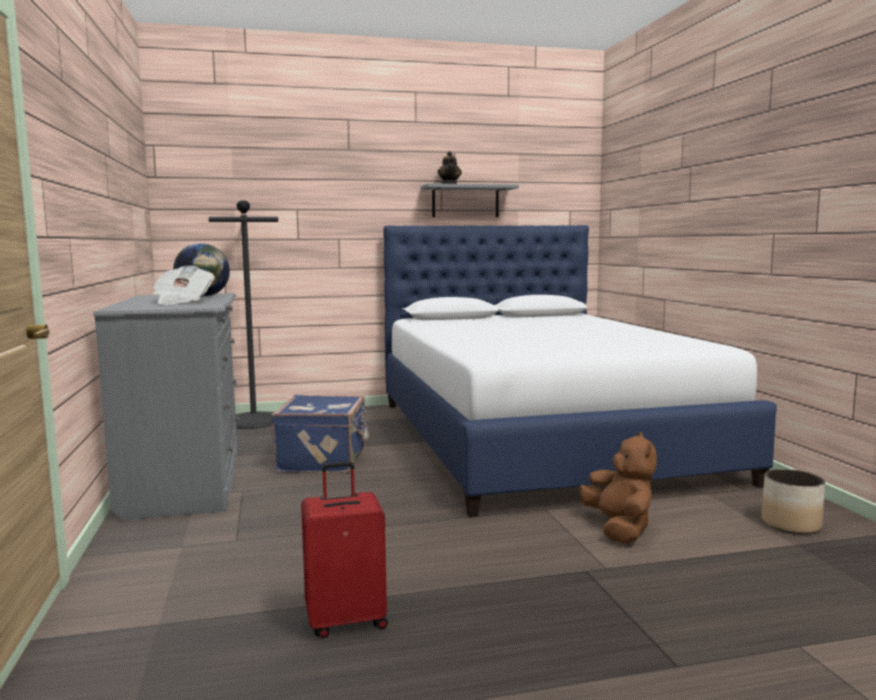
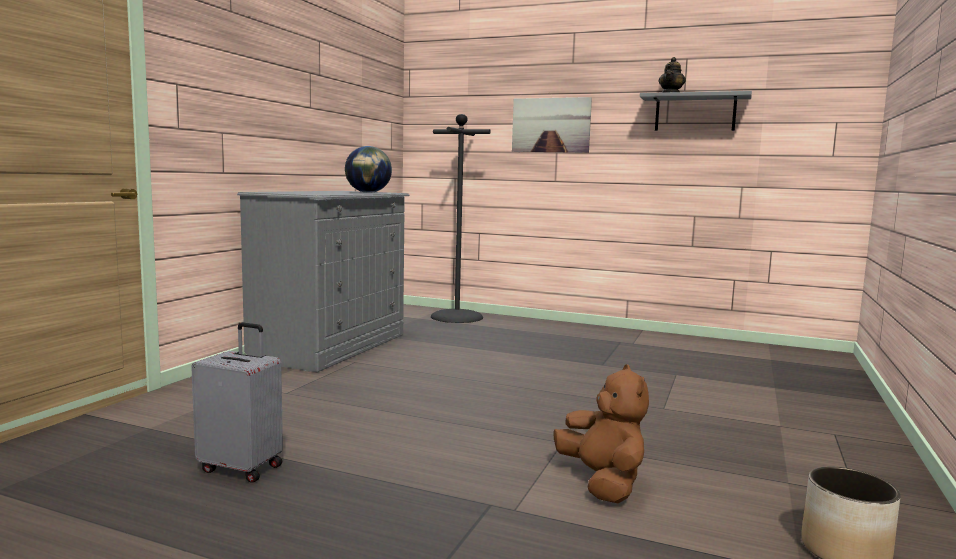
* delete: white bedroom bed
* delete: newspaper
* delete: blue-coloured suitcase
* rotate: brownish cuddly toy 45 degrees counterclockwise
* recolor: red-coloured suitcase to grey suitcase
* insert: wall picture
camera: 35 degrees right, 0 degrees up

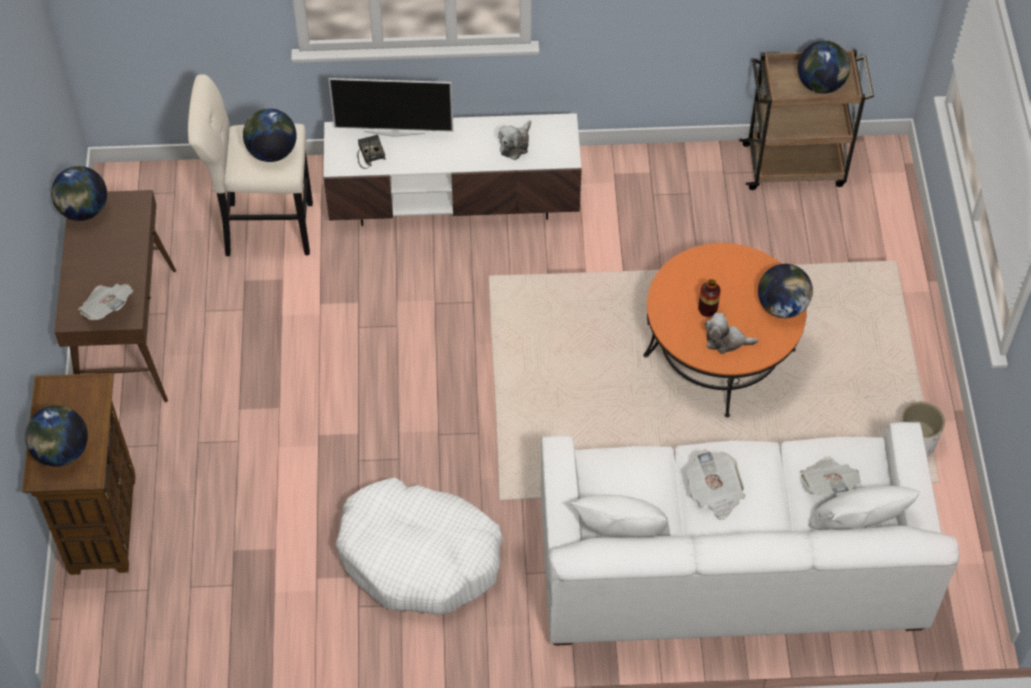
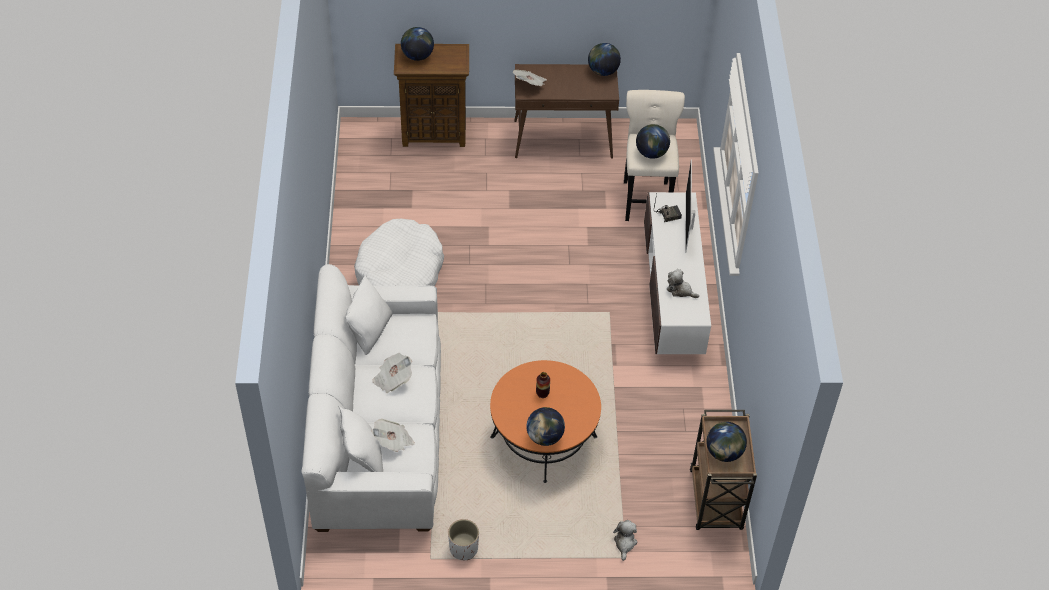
* move: cuddly toy (2nd from left in the first image) to cuddly toy (1st from left)
camera: 90 degrees right, 5 degrees down

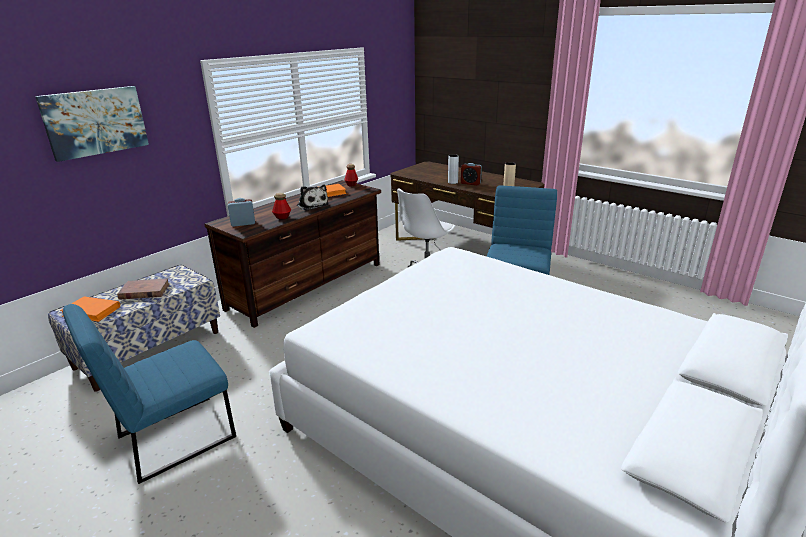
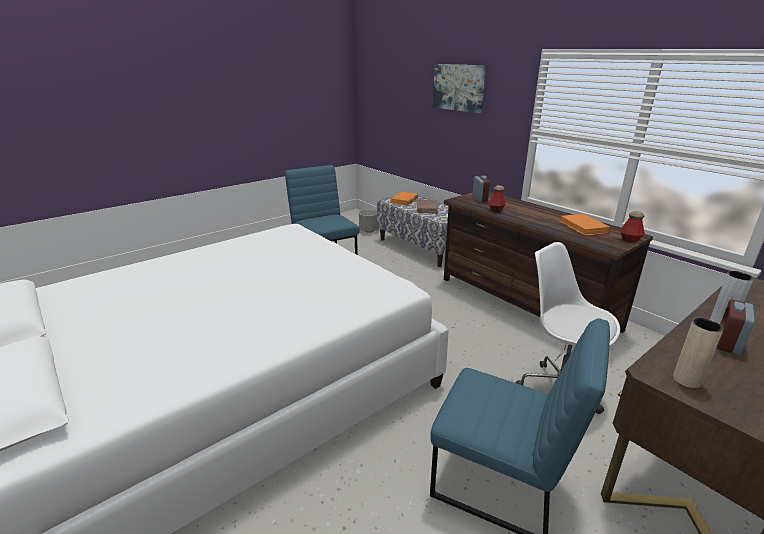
* delete: cuddly toy
* insert: grey plant pot
camera: 100 degrees right, 0 degrees up

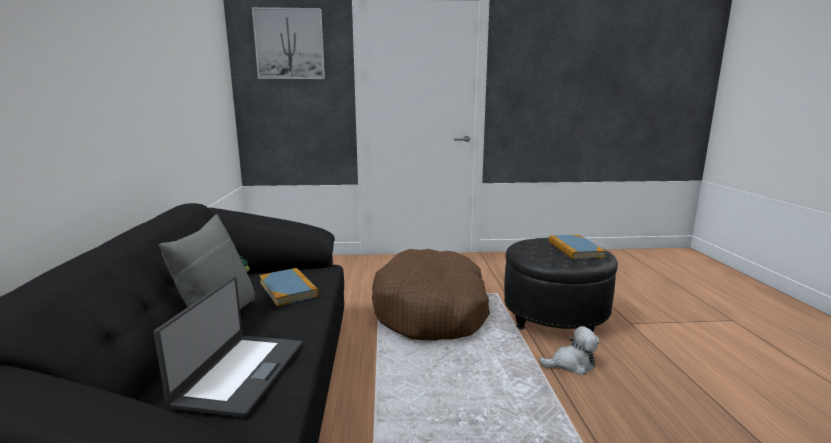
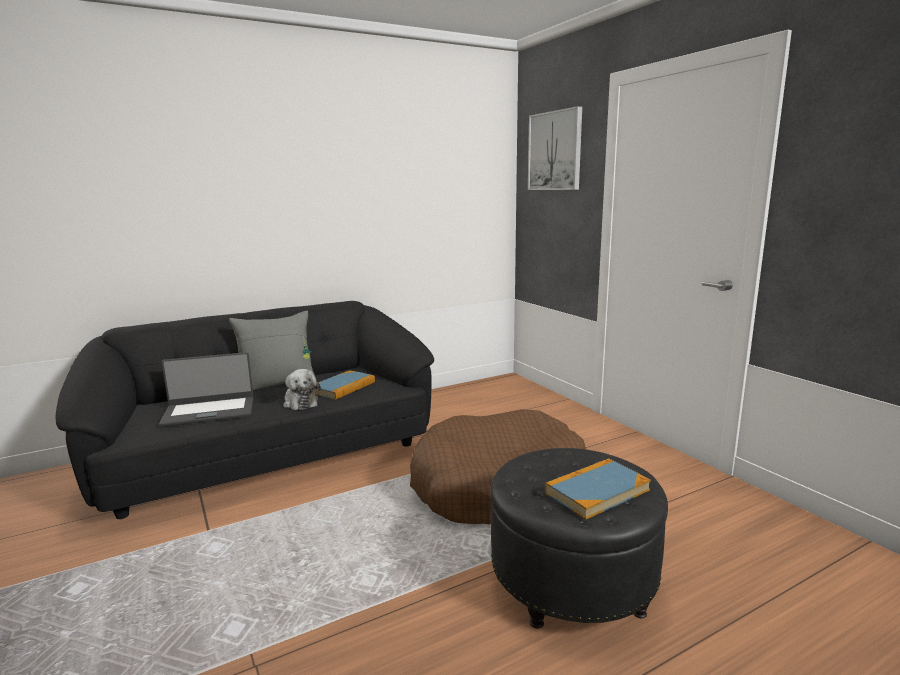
* move: cuddly toy
camera: 65 degrees right, 0 degrees up

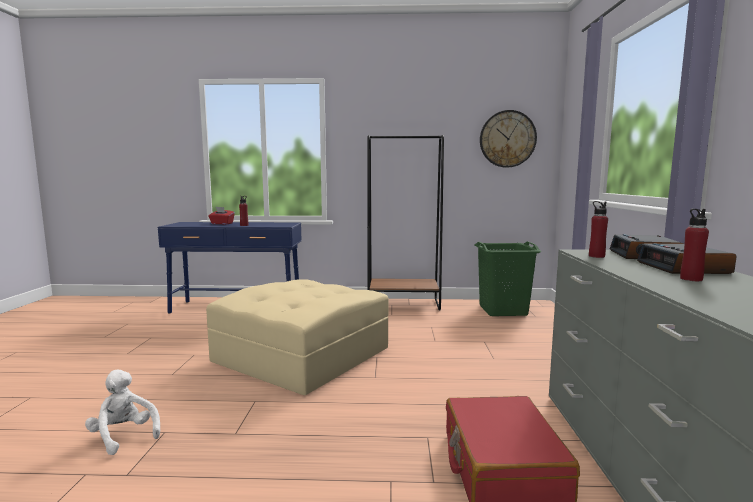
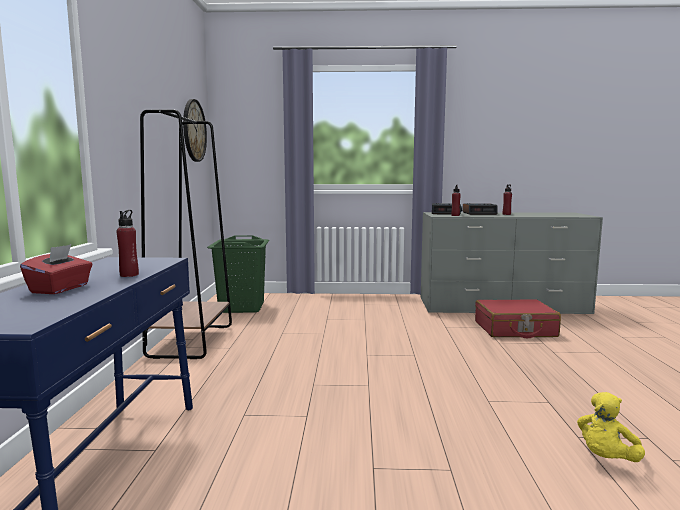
* delete: sand-coloured pouffe
* recolor: white cuddly toy to yellowish cuddly toy
camera: 90 degrees left, 0 degrees up

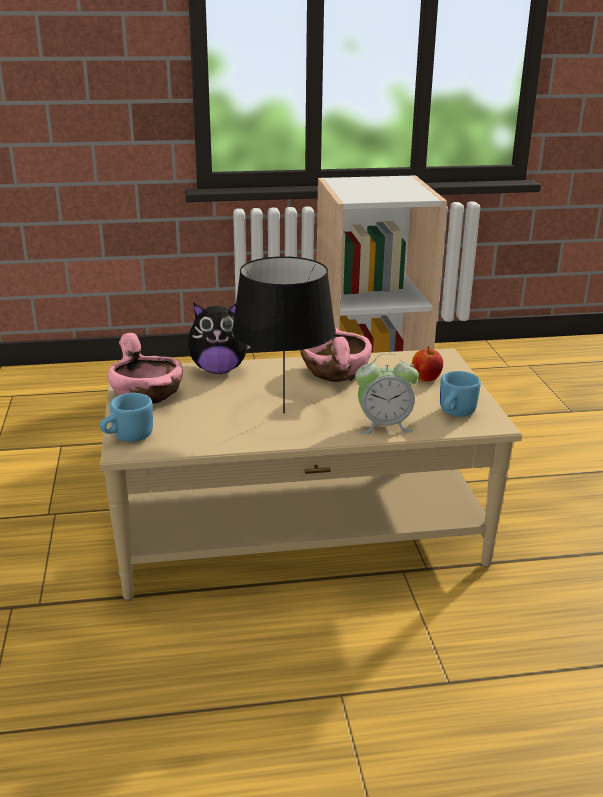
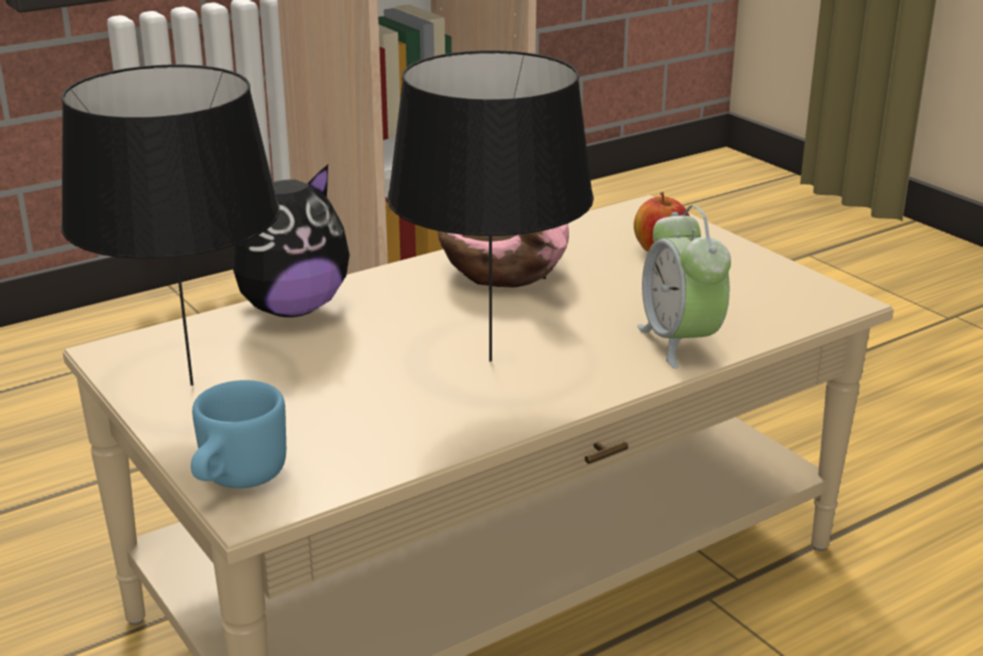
* replace: pink-coloured serving bowl (1st from left) to blackish lamp for a table (1st from left)
* rotate: bedside clock 105 degrees clockwise
* delete: blue-coloured coffee mug (2nd from left)
camera: 25 degrees left, 0 degrees up

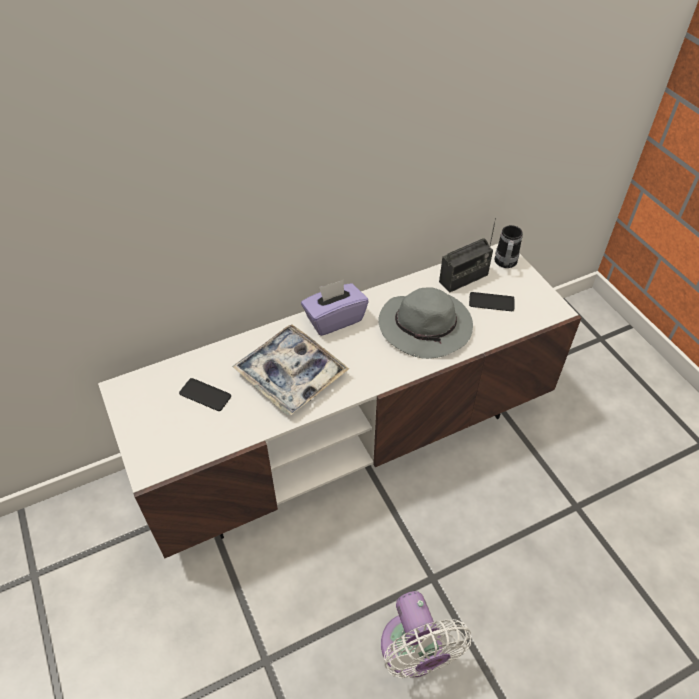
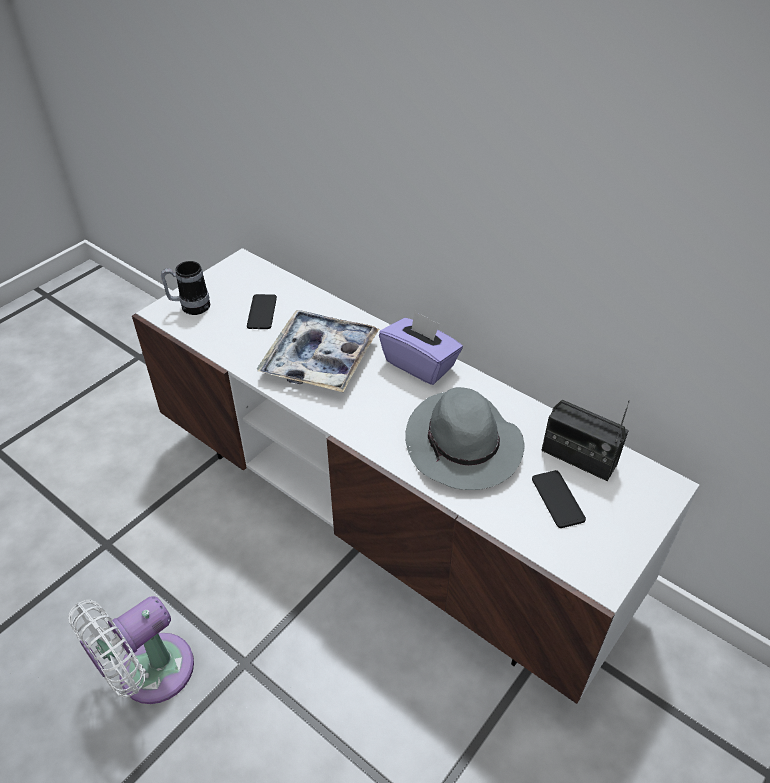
* move: coffee mug
camera: 65 degrees right, 5 degrees down

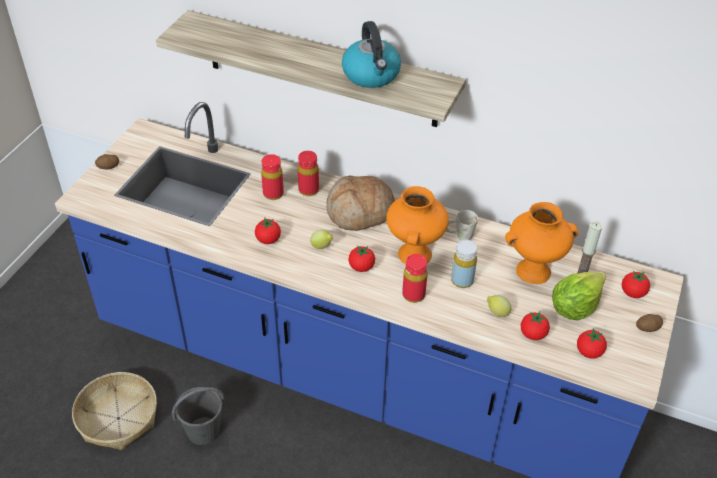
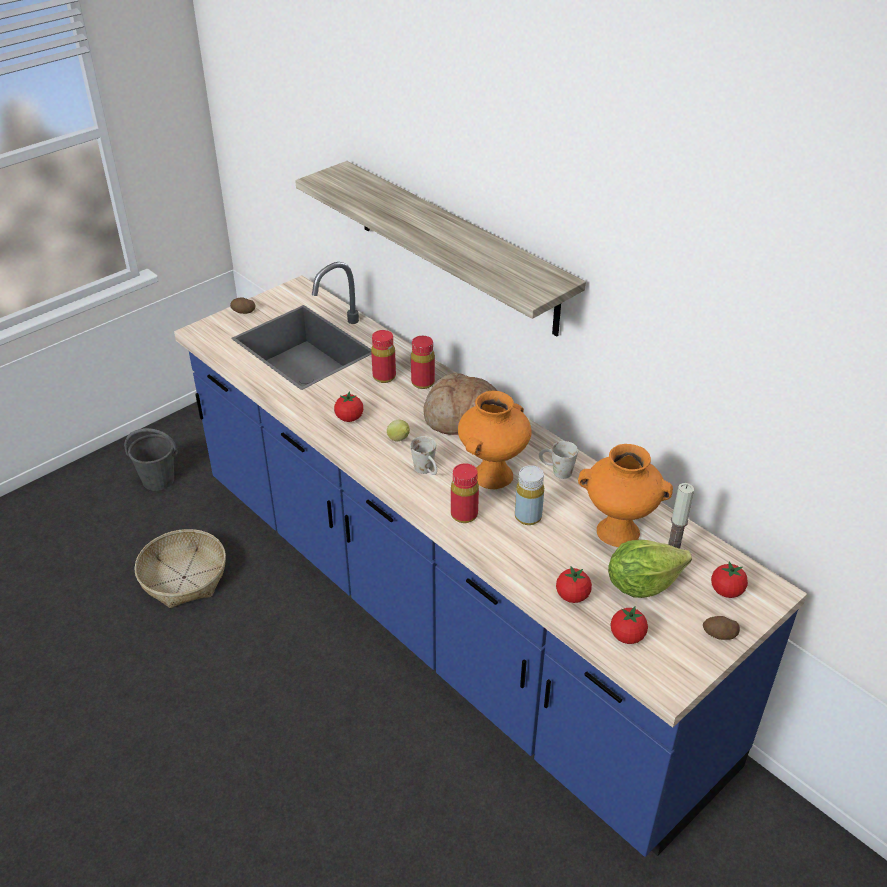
* delete: tea kettle
* replace: fresh tomato (2nd from left) to white coffee mug (1st from left)
* delete: citrus fruit (2nd from left)
* move: grey pail
camera: 25 degrees right, 5 degrees down

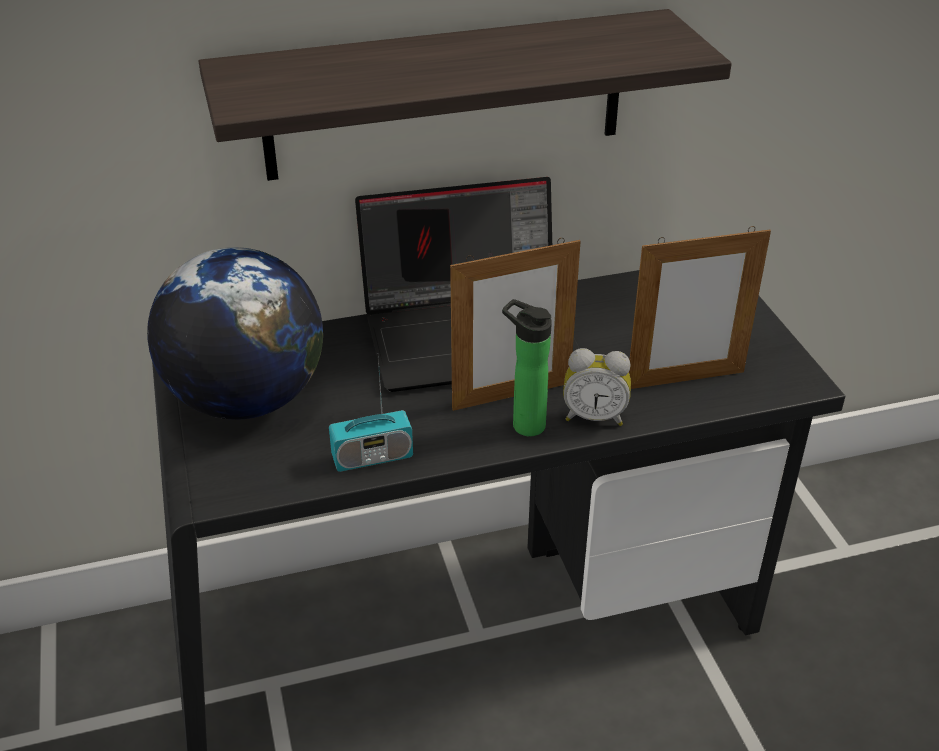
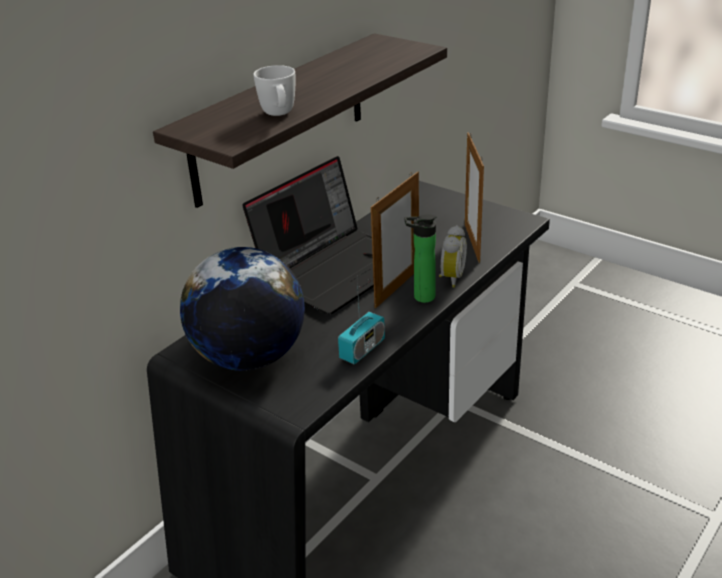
* rotate: standing frame (2nd from left) 135 degrees clockwise
* rotate: bedside clock 45 degrees counterclockwise
* insert: white coffee mug
camera: 35 degrees left, 5 degrees down

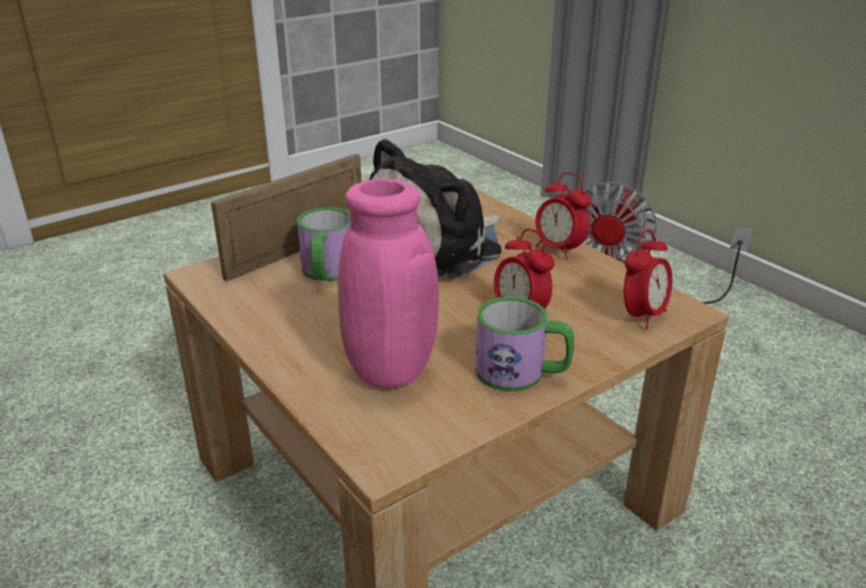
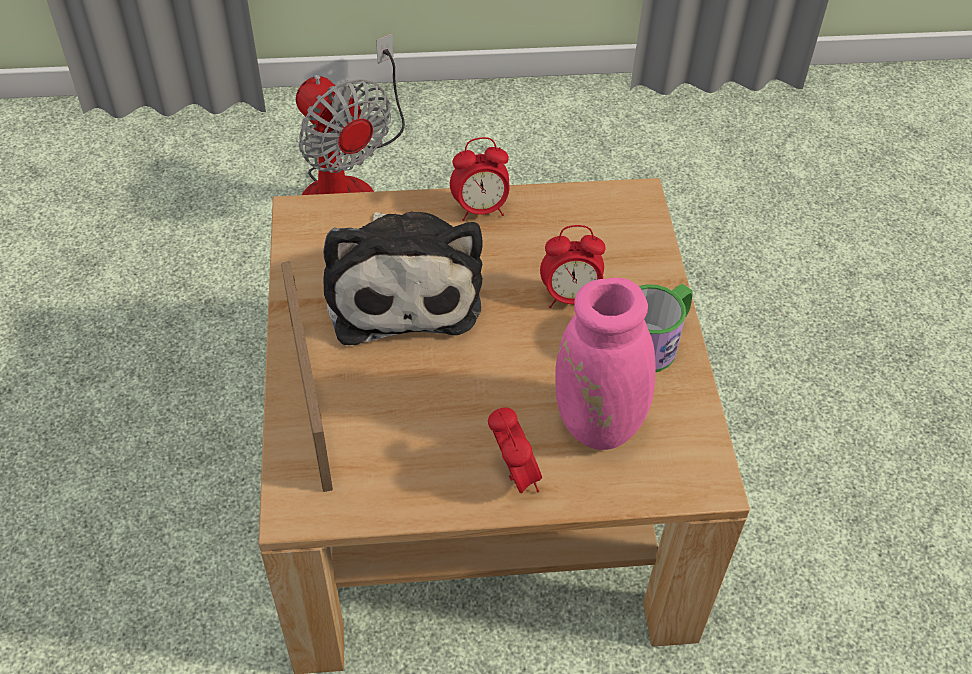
* delete: coffee mug (1st from left)
* move: bedside clock (3rd from left in the first image) to bedside clock (2nd from left)
camera: 60 degrees left, 20 degrees up

